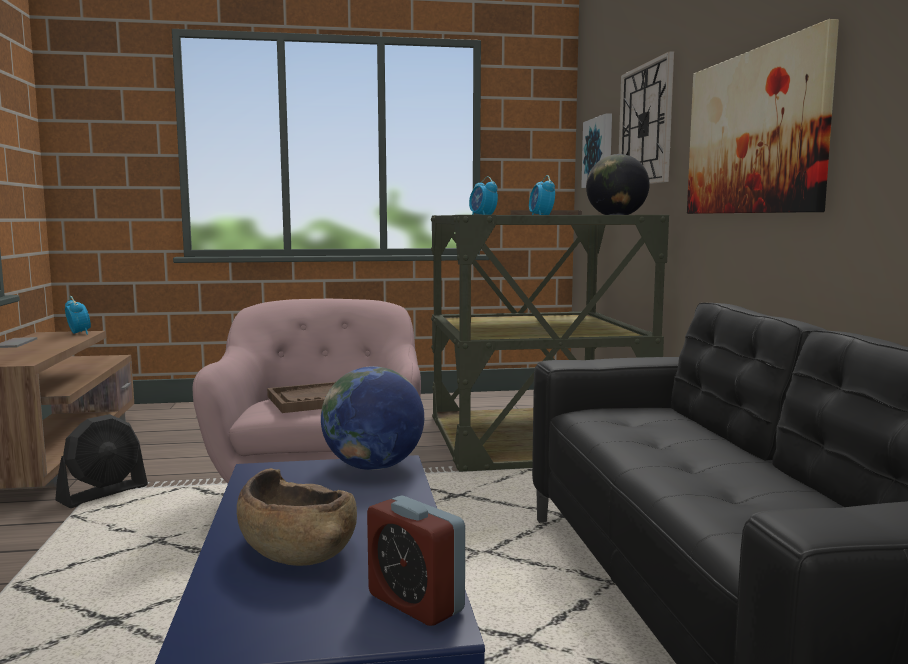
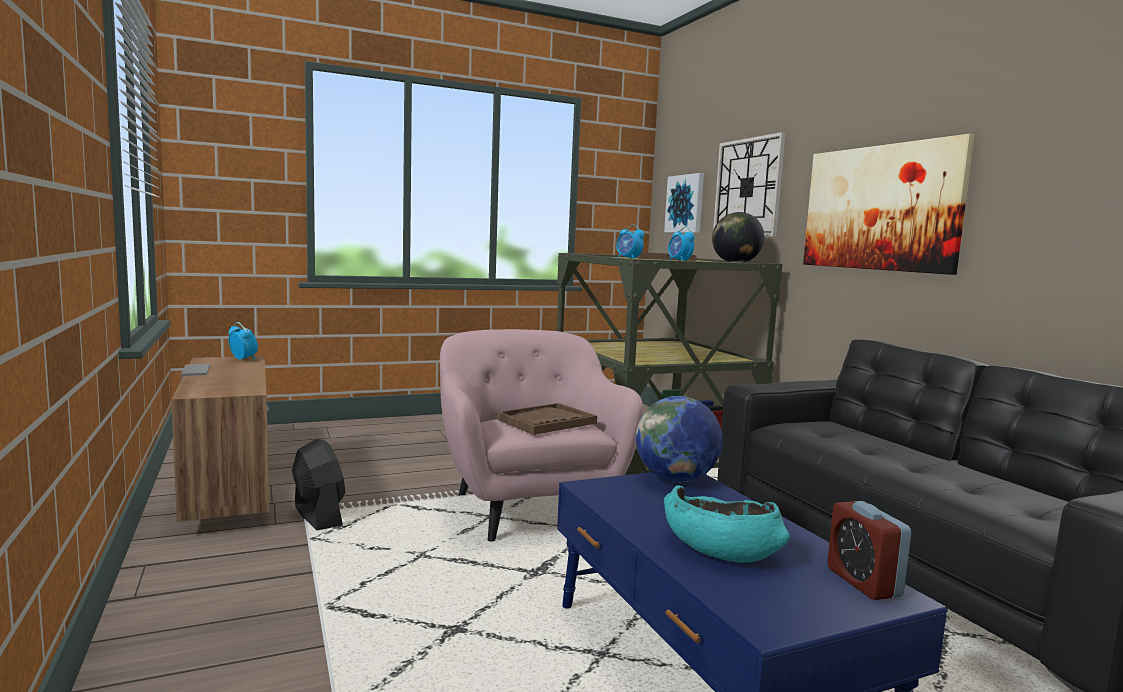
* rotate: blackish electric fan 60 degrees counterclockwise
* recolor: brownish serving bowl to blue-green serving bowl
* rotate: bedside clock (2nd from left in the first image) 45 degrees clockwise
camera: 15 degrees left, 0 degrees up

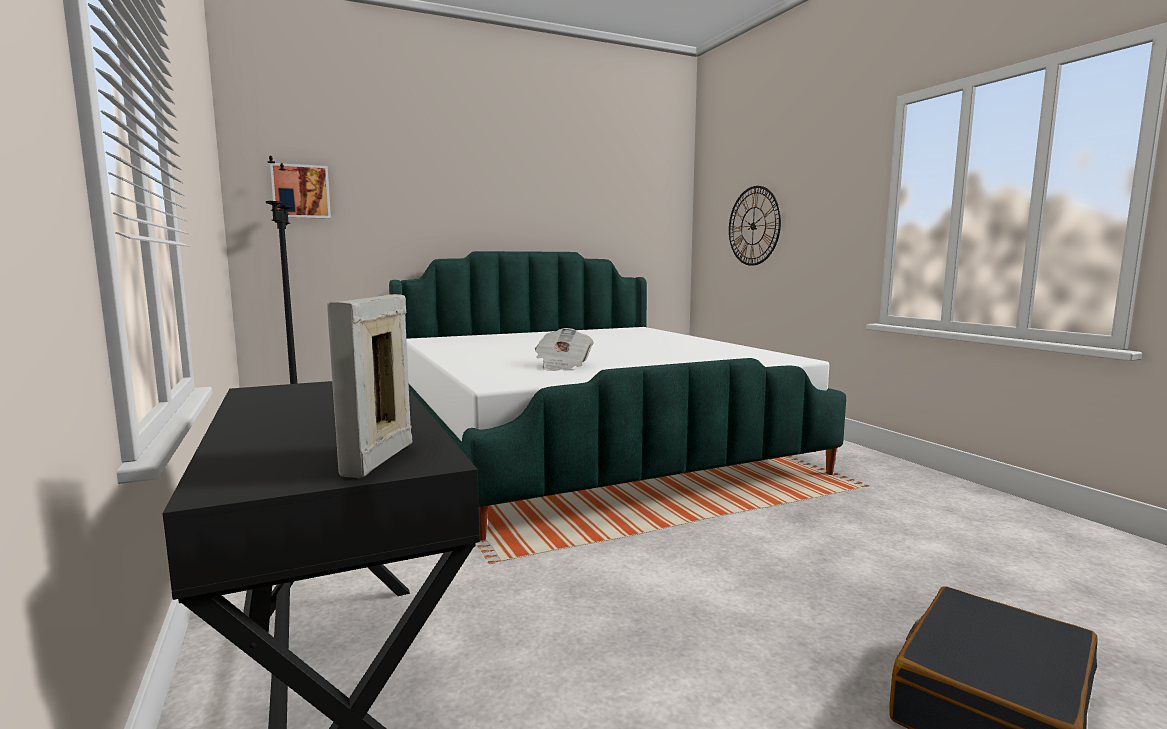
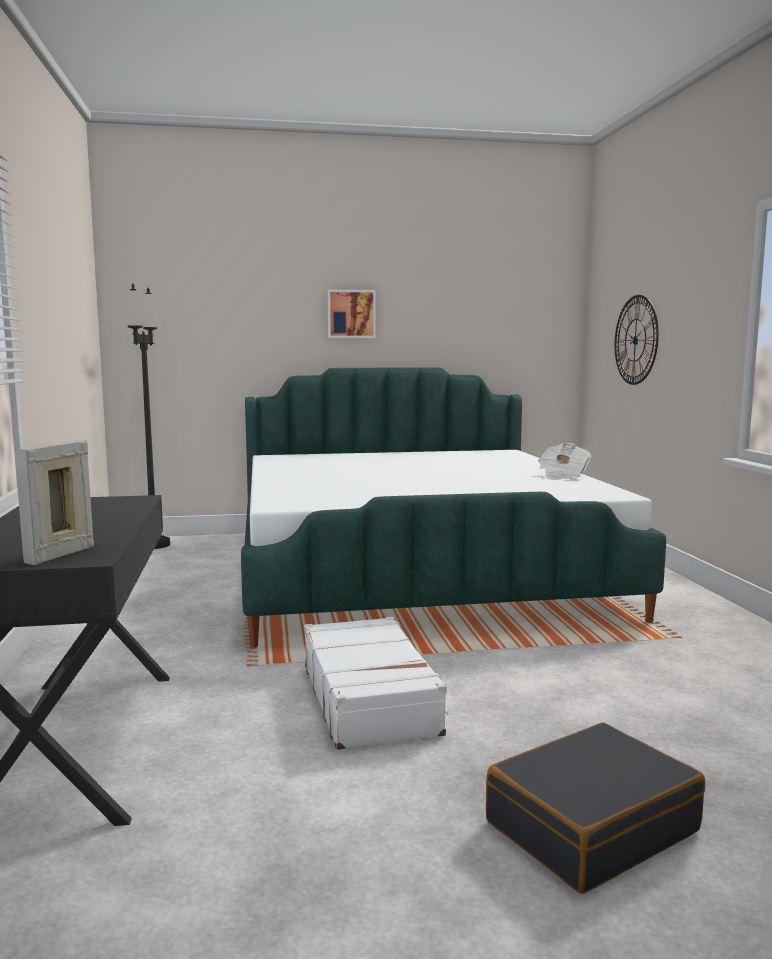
* move: wall picture
* move: newspaper
* insert: white suitcase
camera: 15 degrees right, 0 degrees up

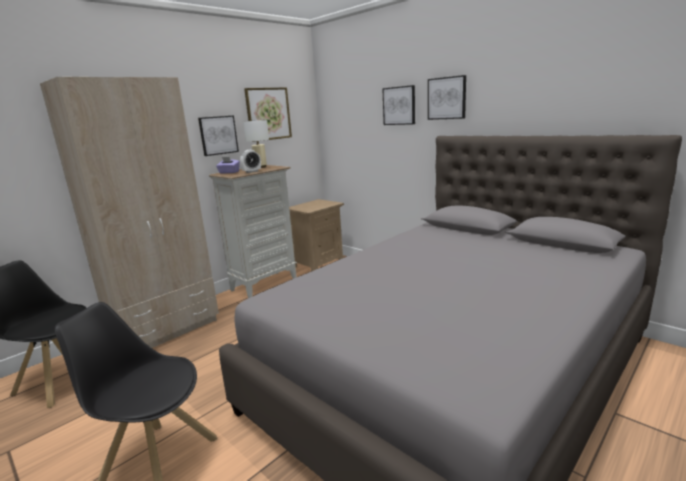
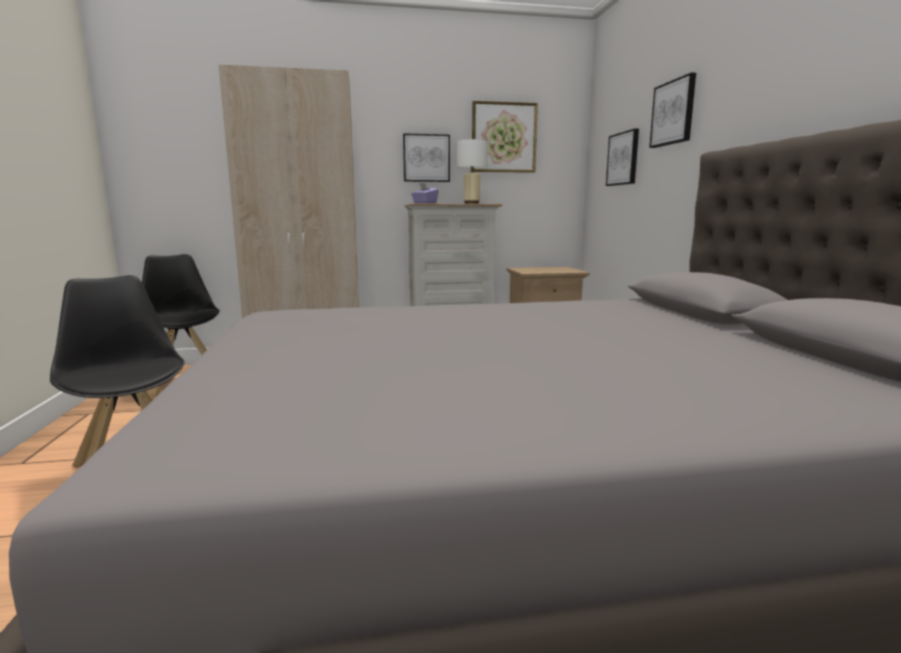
* move: wall picture (4th from left in the first image) to wall picture (3rd from left)
* delete: bedside clock
camera: 35 degrees right, 5 degrees down

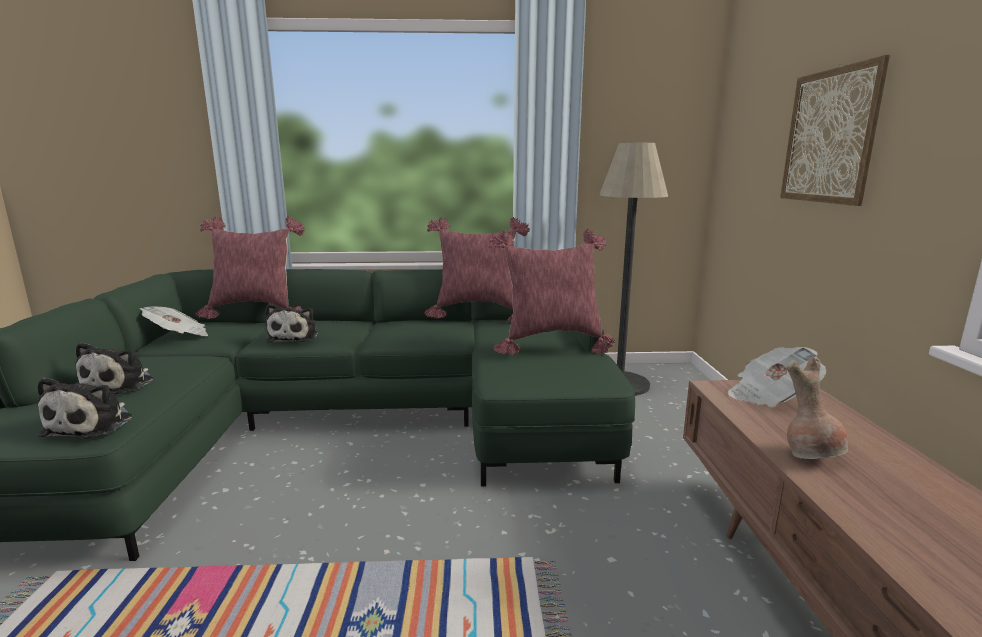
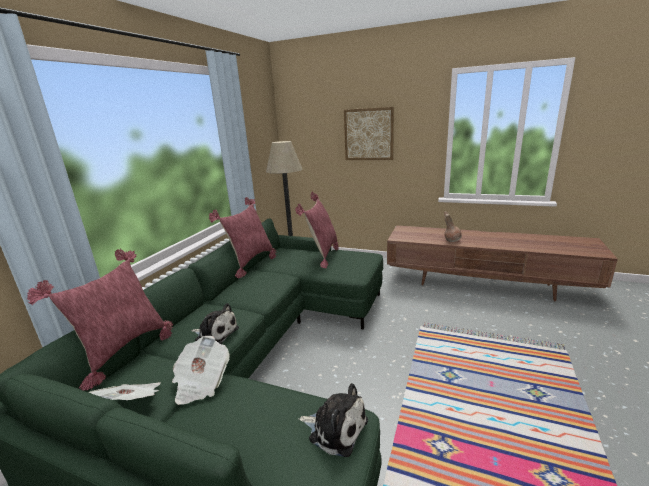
* delete: cuddly toy (2nd from left)
* move: newspaper (2nd from left)
camera: 65 degrees left, 5 degrees up

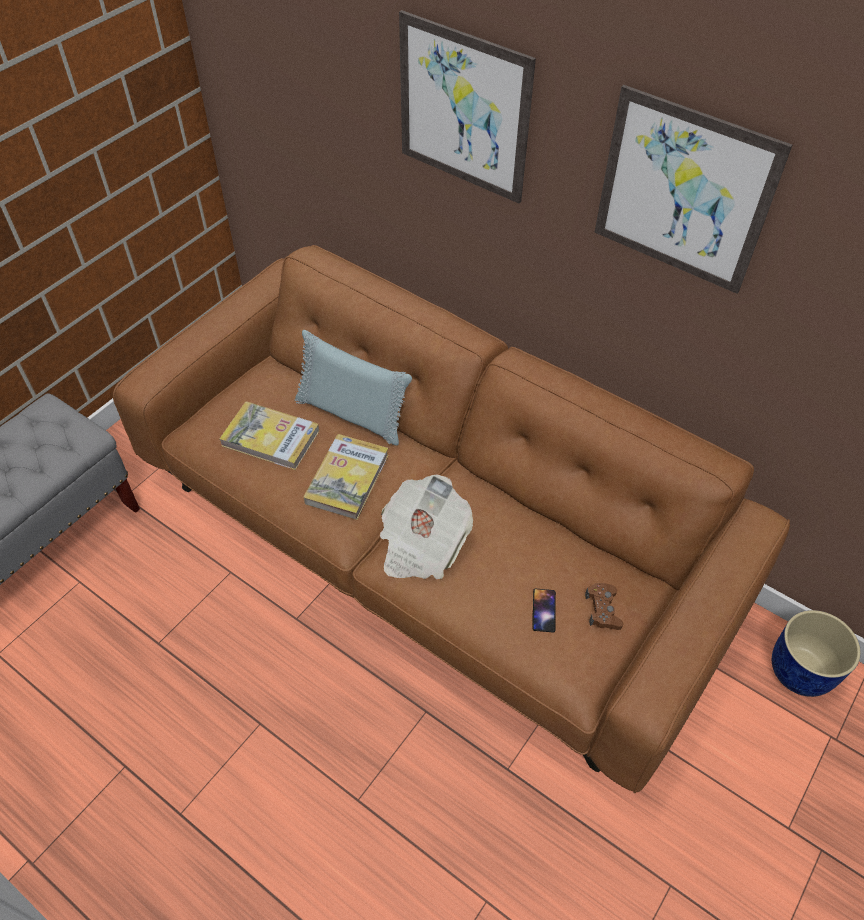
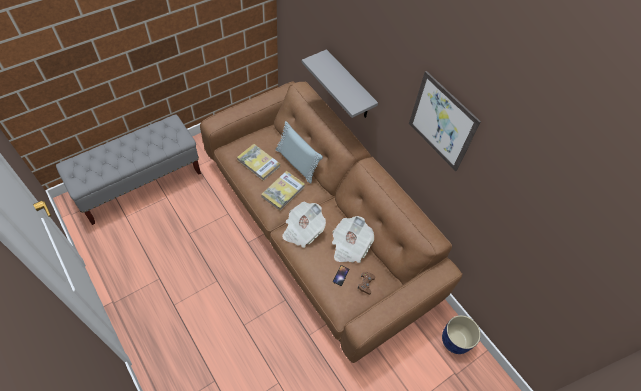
* delete: wall picture (1st from left)
* insert: grey shelf
* insert: newspaper (2nd from left)
camera: 15 degrees right, 5 degrees up

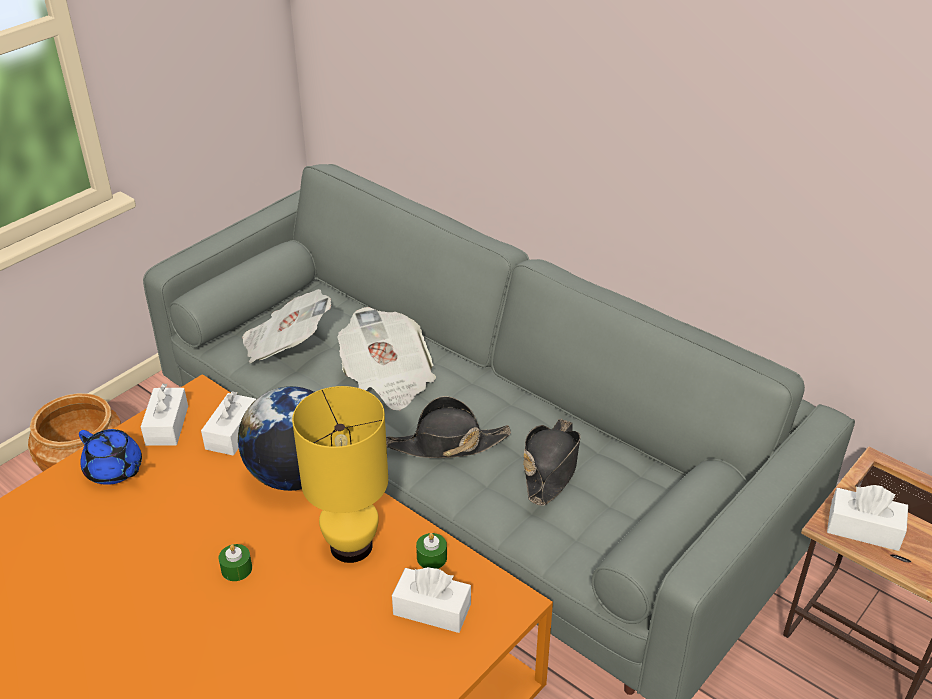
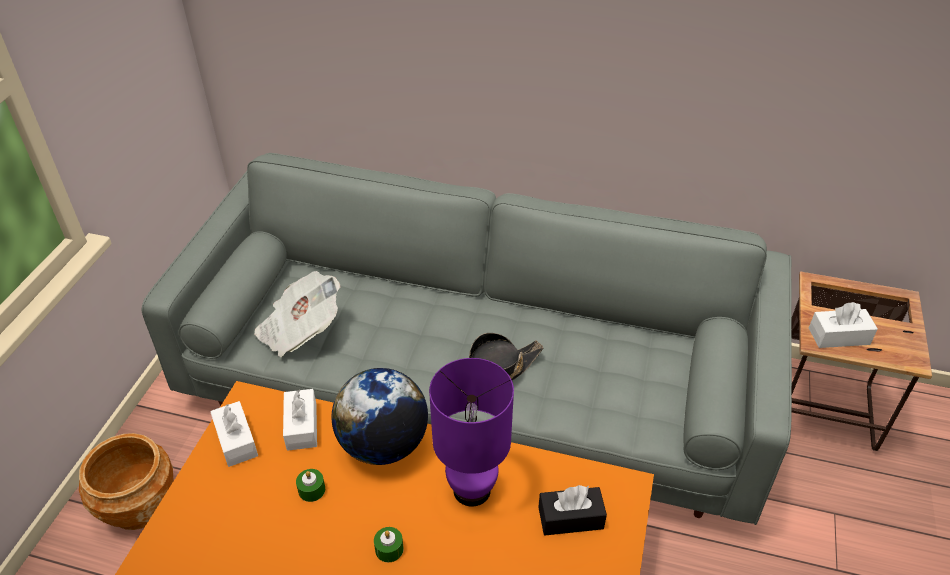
* delete: newspaper (2nd from left)
* recolor: yellowish lamp for a table to purple-coloured lamp for a table
* delete: blackish clothing hat (2nd from left)
* delete: blue-coloured tea pot
* move: greenish wax light (2nd from left in the first image) to greenish wax light (1st from left)
* recolor: white tissue box (3rd from left) to blackish tissue box
camera: 25 degrees left, 5 degrees up

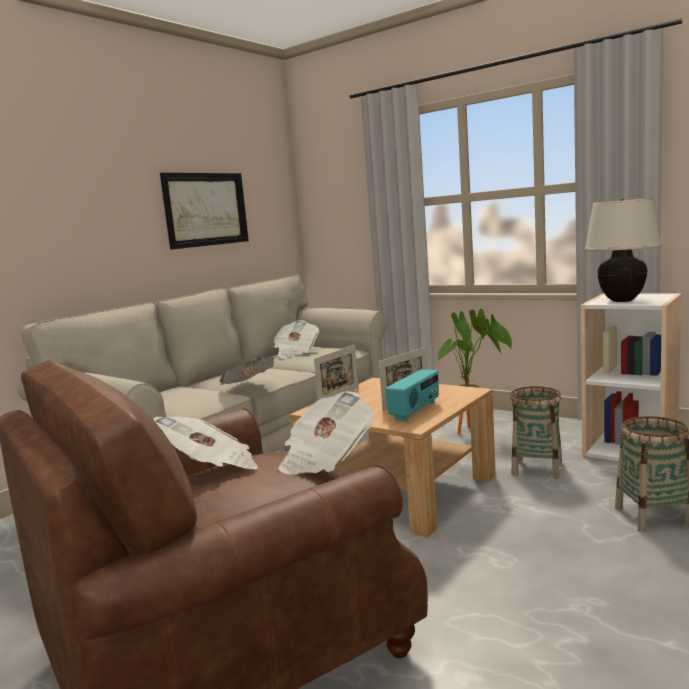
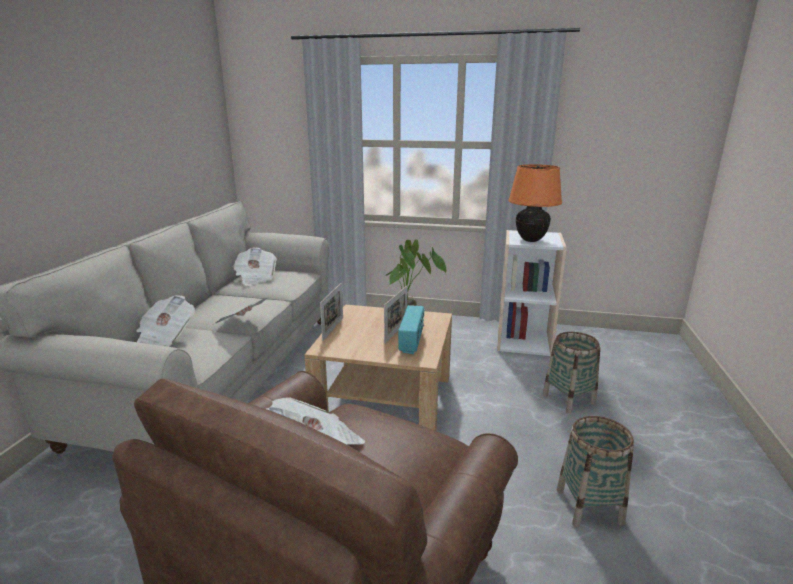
* delete: wall picture
* recolor: sand-coloured lamp for a table to orange lamp for a table
* move: storage basket (1st from left in the first image) to storage basket (2nd from left)
* move: newspaper (4th from left in the first image) to newspaper (1st from left)
camera: 25 degrees left, 10 degrees up

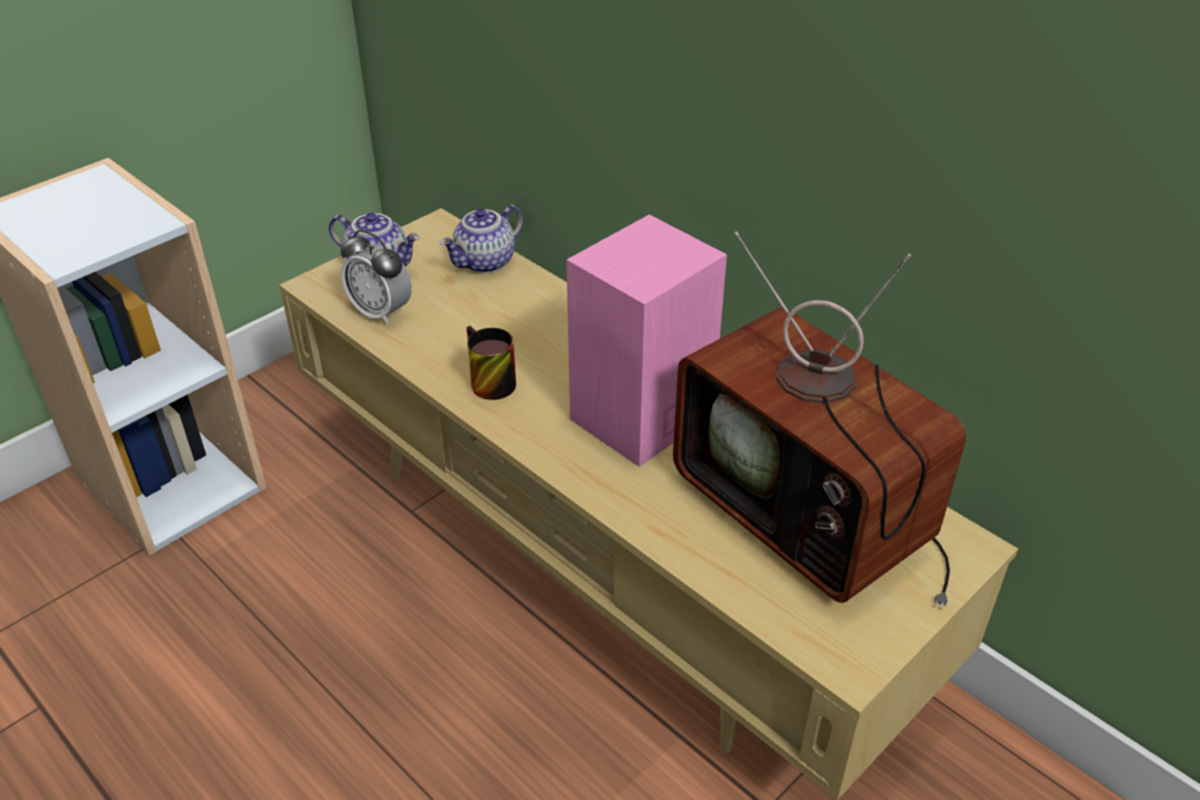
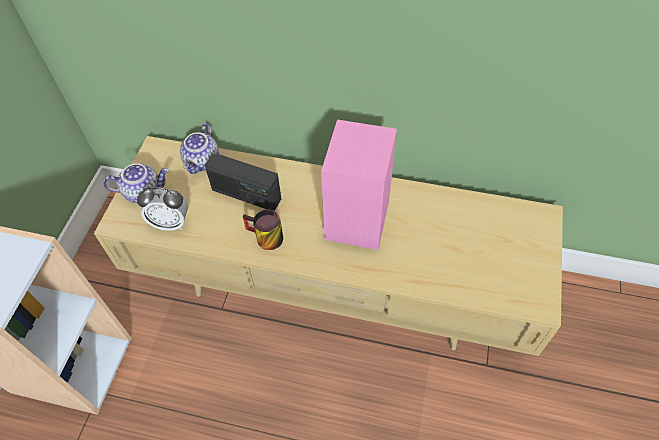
* delete: TV set
* insert: radio
camera: 30 degrees left, 15 degrees up

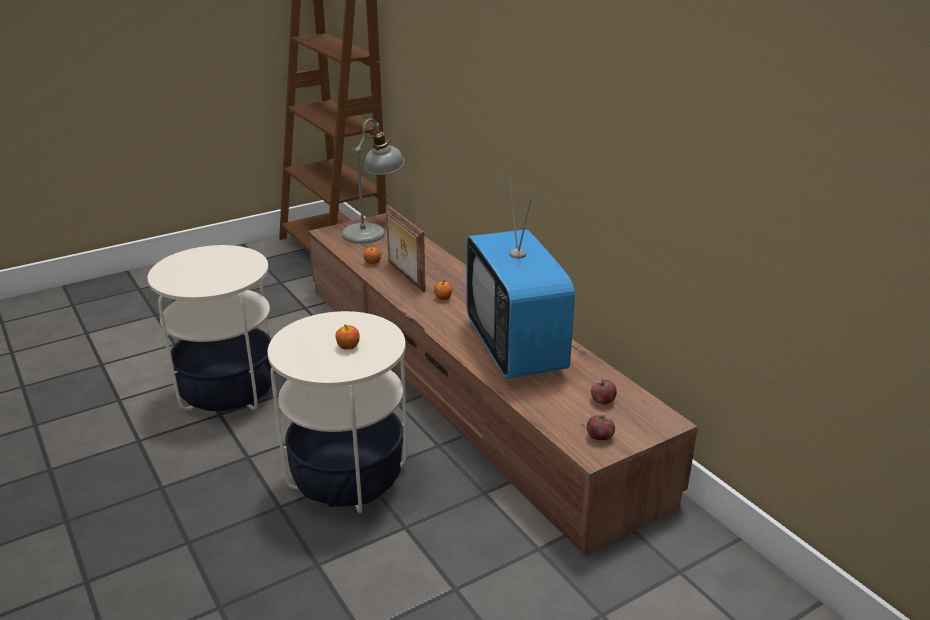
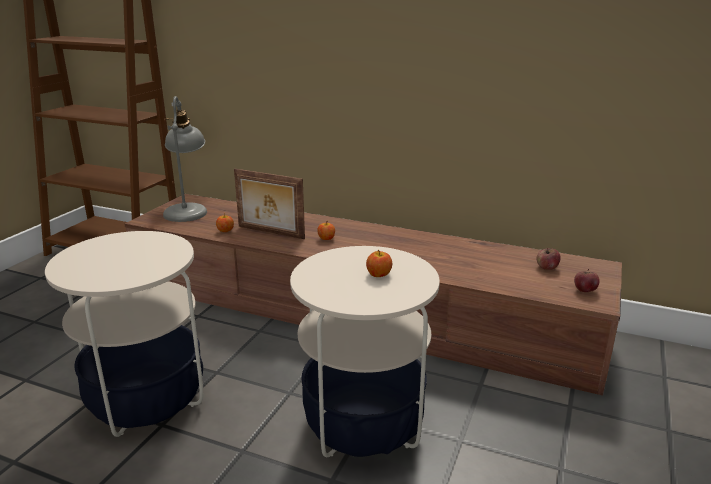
* delete: TV set
camera: 35 degrees left, 5 degrees down

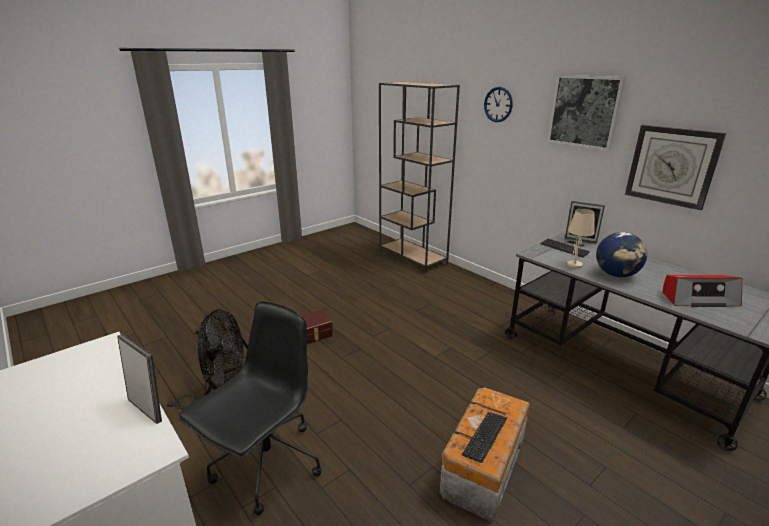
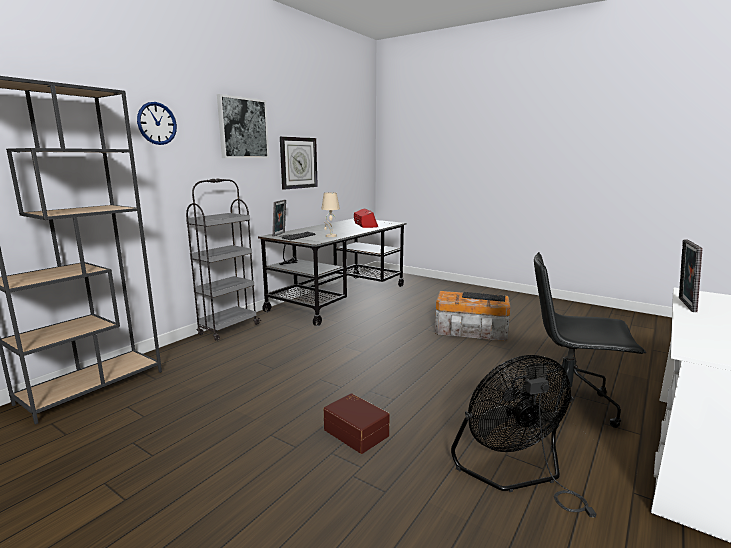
* delete: world globe
* insert: grey cart
camera: 105 degrees left, 10 degrees down

